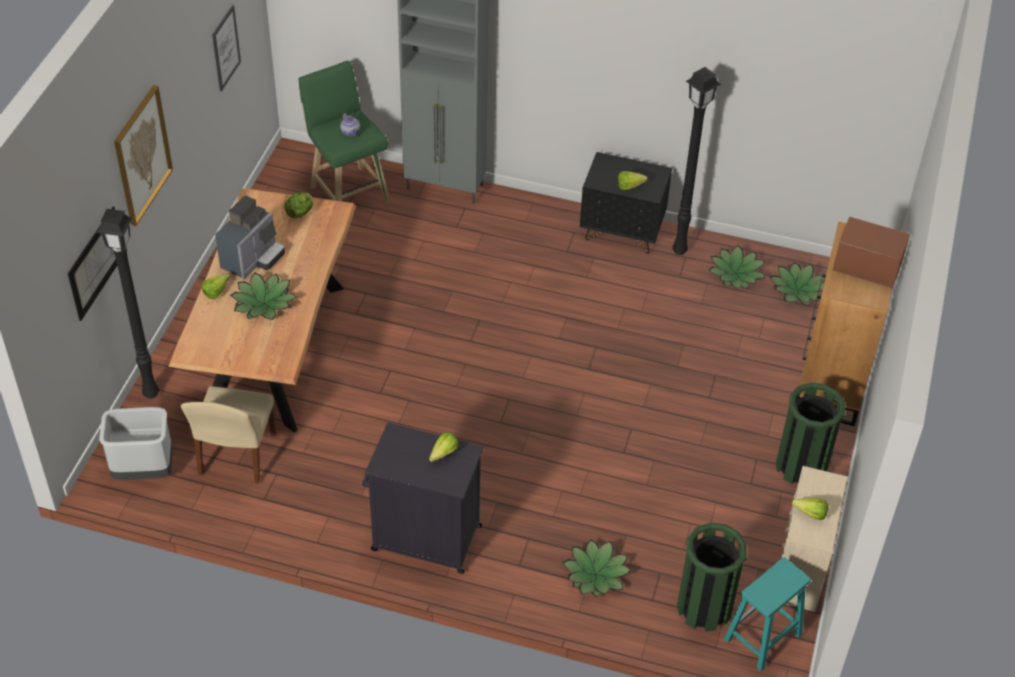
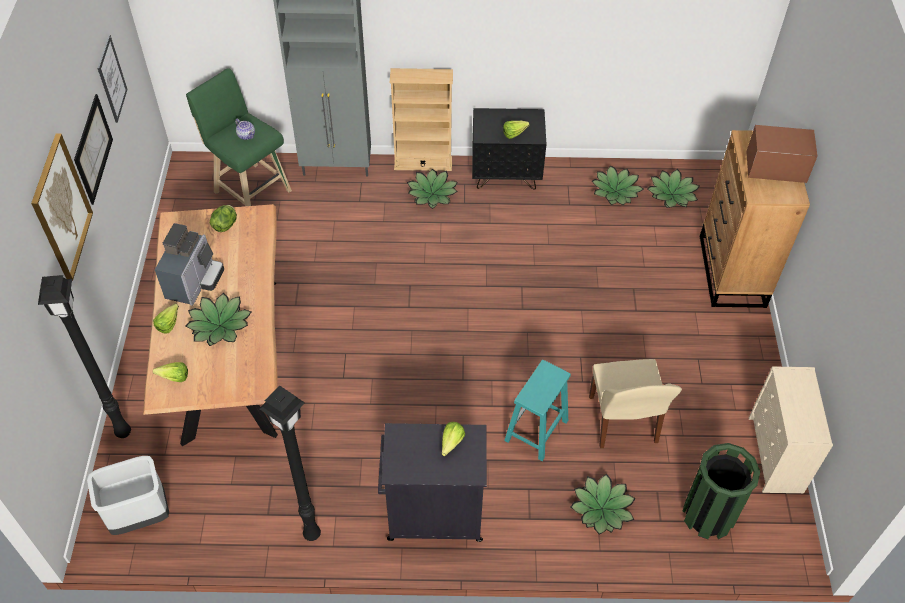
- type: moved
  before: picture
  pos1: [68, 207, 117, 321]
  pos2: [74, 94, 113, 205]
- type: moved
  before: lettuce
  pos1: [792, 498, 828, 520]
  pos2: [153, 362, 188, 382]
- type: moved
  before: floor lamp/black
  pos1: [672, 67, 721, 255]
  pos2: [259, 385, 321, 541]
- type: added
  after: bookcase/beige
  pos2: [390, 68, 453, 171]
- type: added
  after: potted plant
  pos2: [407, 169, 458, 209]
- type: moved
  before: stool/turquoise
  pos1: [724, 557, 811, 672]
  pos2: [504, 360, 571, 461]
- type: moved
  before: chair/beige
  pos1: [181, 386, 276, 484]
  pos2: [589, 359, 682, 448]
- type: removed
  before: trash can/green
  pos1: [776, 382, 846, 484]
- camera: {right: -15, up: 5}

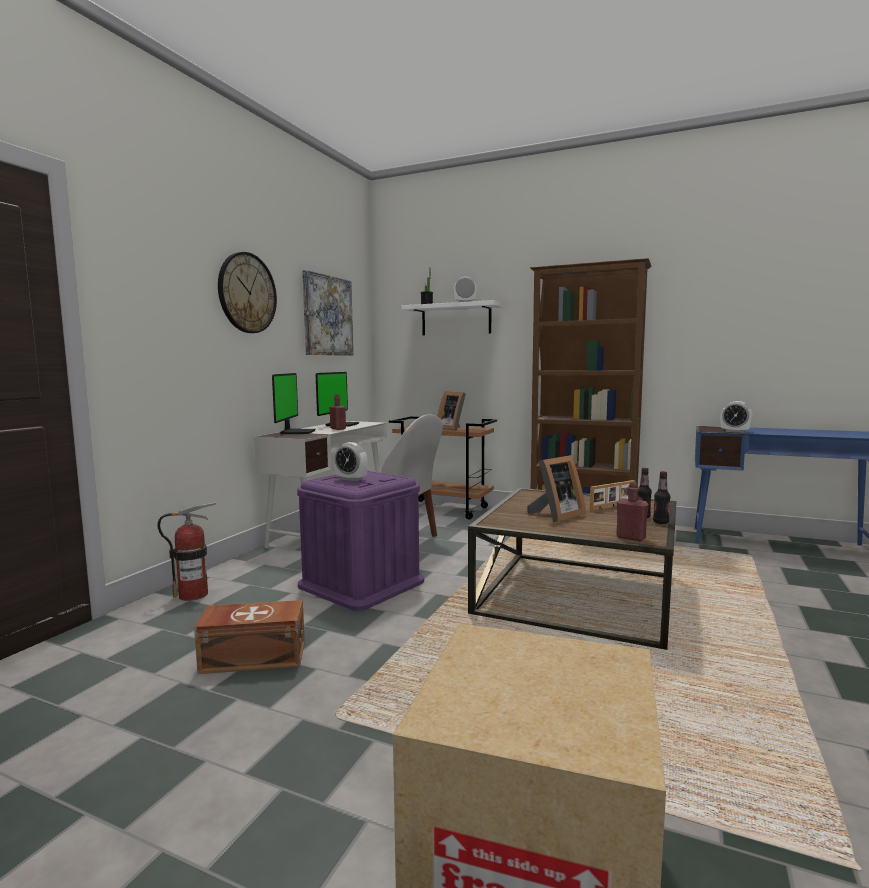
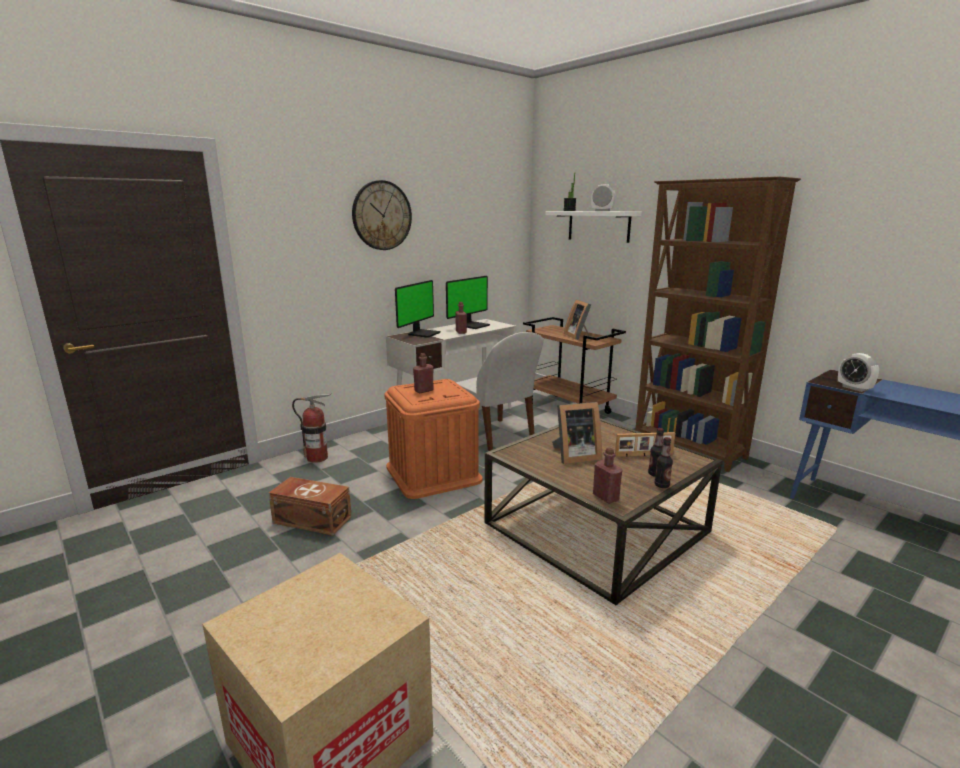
- type: recoloured
  before: storage box/purple
  after: storage box/orange
  pos1: [297, 471, 424, 611]
  pos2: [384, 379, 482, 499]
- type: replaced
  before: alarm clock
  after: bottle/red
  pos1: [334, 442, 368, 481]
  pos2: [413, 353, 434, 393]
- type: removed
  before: picture
  pos1: [302, 270, 353, 356]
- camera: {right: 25, up: 10}

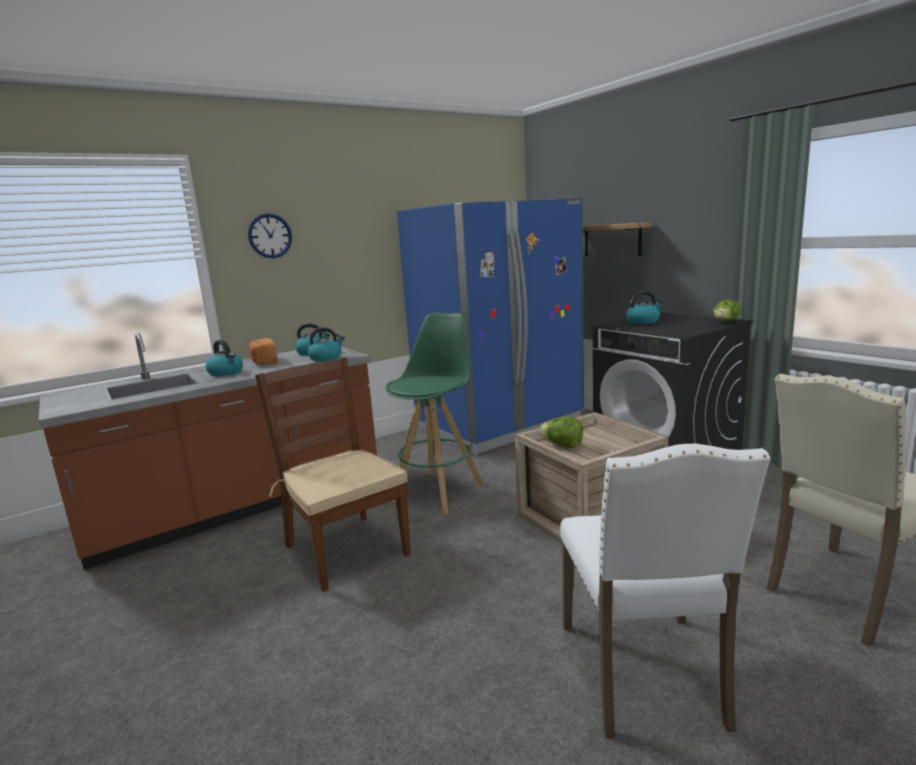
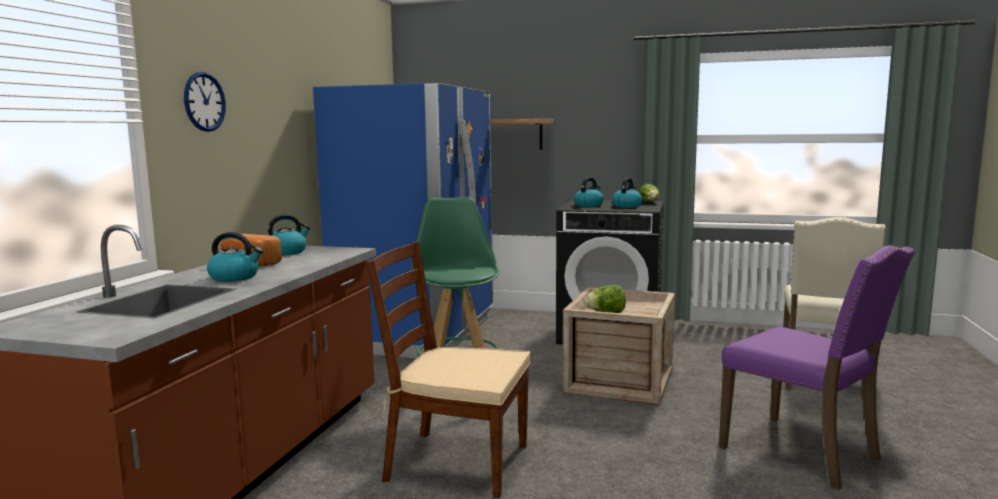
- type: moved
  before: kettle
  pos1: [308, 327, 345, 362]
  pos2: [612, 178, 643, 208]
- type: recoloured
  before: chair/white
  after: chair/purple
  pos1: [560, 444, 770, 739]
  pos2: [719, 245, 916, 490]
- camera: {right: -40, up: -5}

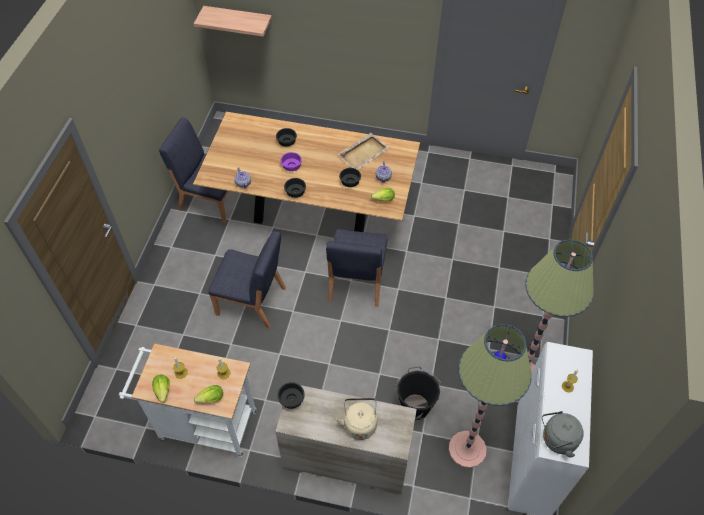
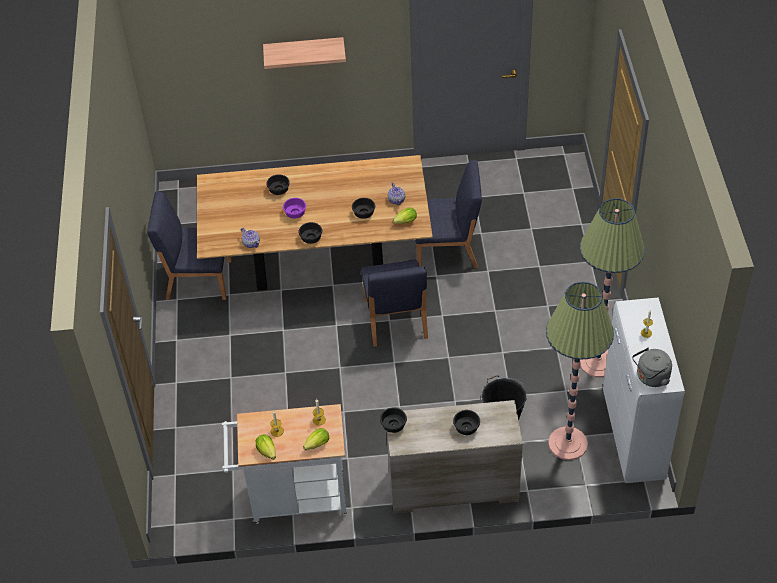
- type: moved
  before: shelf
  pos1: [194, 6, 272, 36]
  pos2: [263, 37, 346, 69]
- type: moved
  before: chair/blue
  pos1: [209, 231, 286, 329]
  pos2: [415, 160, 482, 268]
- type: replaced
  before: kettle/beige
  after: bowl/black
  pos1: [336, 398, 377, 440]
  pos2: [453, 410, 480, 435]
- type: removed
  before: tray/beige
  pos1: [337, 133, 389, 170]
- camera: {right: -15, up: -5}

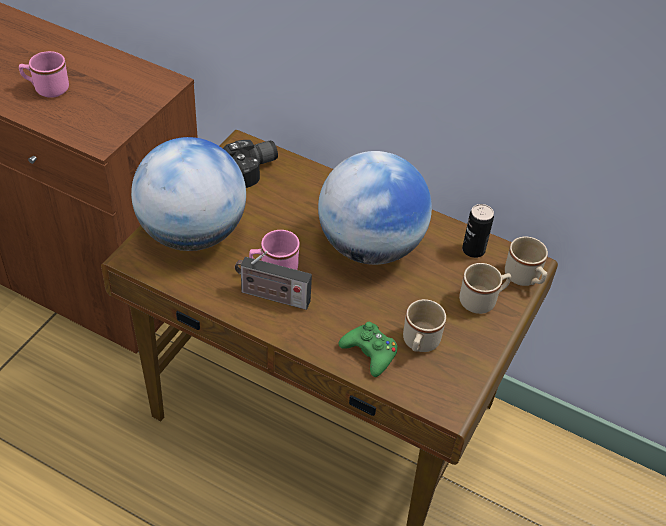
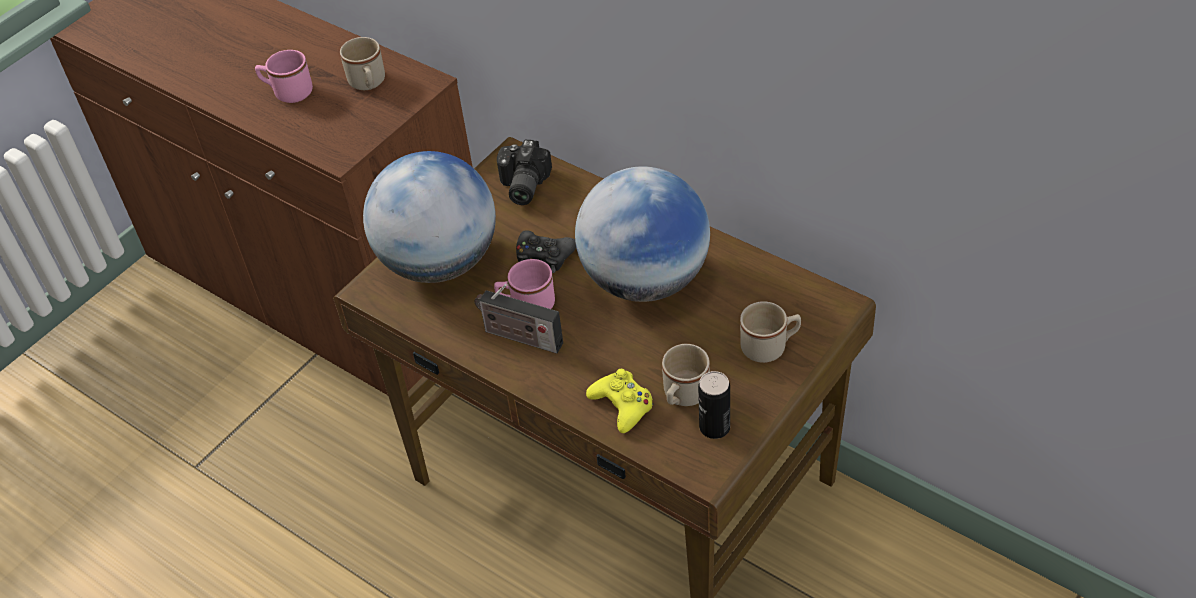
- type: moved
  before: mug/beige
  pos1: [505, 237, 548, 286]
  pos2: [340, 37, 385, 90]
- type: turned
  before: photo camera
  pos1: [223, 140, 278, 188]
  pos2: [497, 140, 552, 205]
  turn: 120
- type: added
  after: game controller/black
  pos2: [516, 230, 576, 273]
- type: recoloured
  before: game controller/green
  after: game controller/yellow
  pos1: [339, 322, 398, 377]
  pos2: [586, 369, 653, 433]
- type: moved
  before: can
  pos1: [462, 204, 494, 258]
  pos2: [698, 371, 730, 439]
- camera: {right: 15, up: 0}

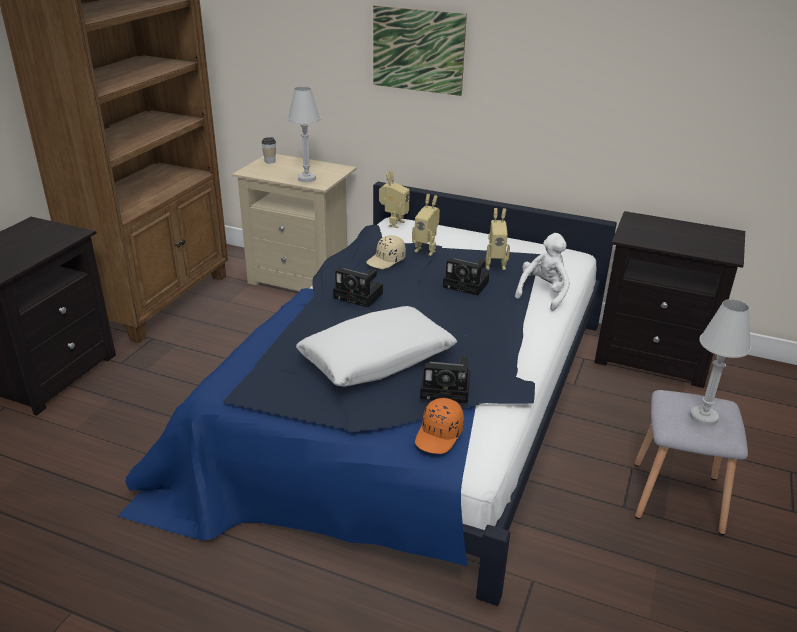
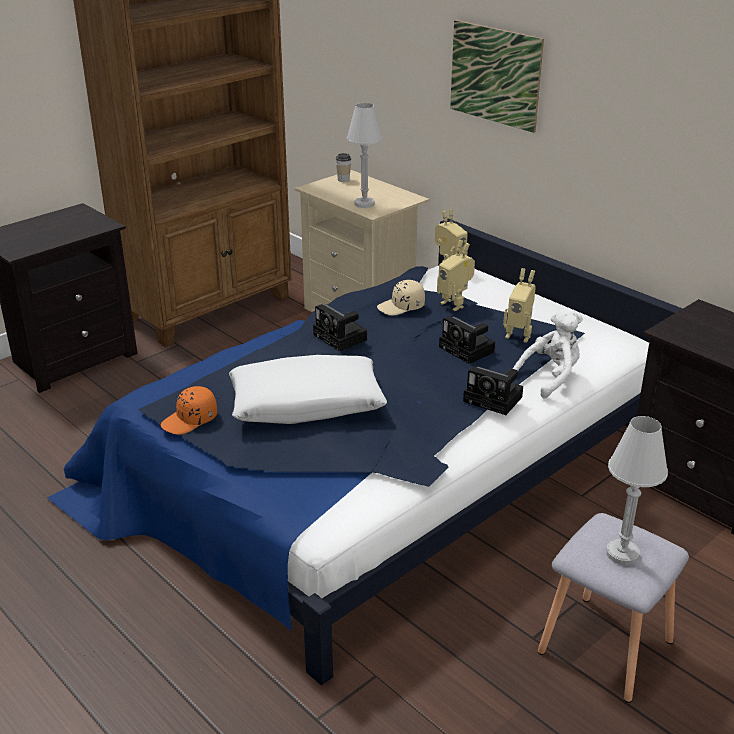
- type: moved
  before: cap/orange
  pos1: [415, 398, 464, 454]
  pos2: [161, 386, 217, 435]
- type: moved
  before: photo camera
  pos1: [420, 356, 470, 404]
  pos2: [463, 366, 523, 415]
- camera: {right: 25, up: 0}

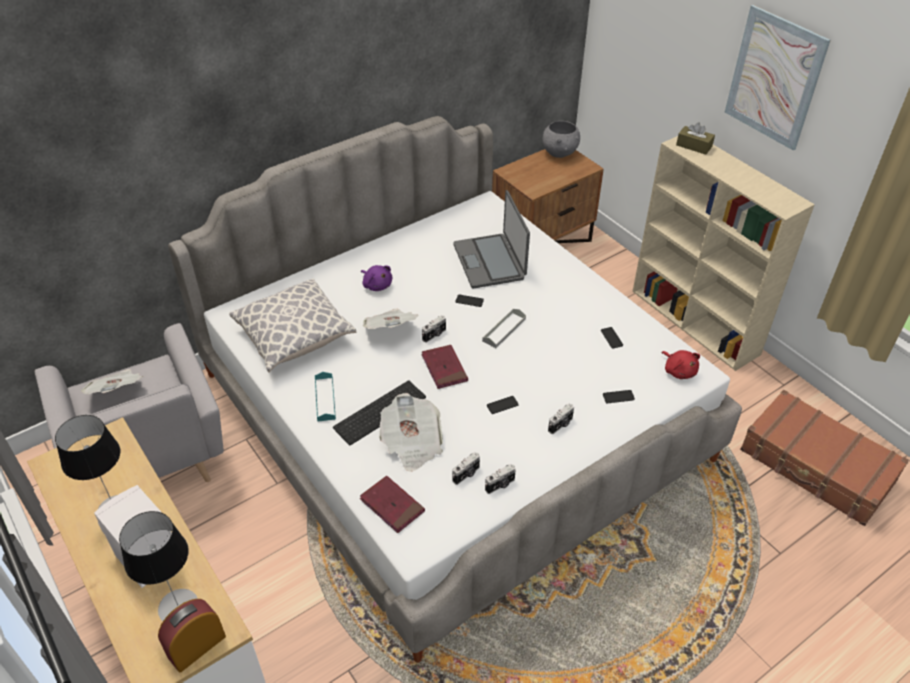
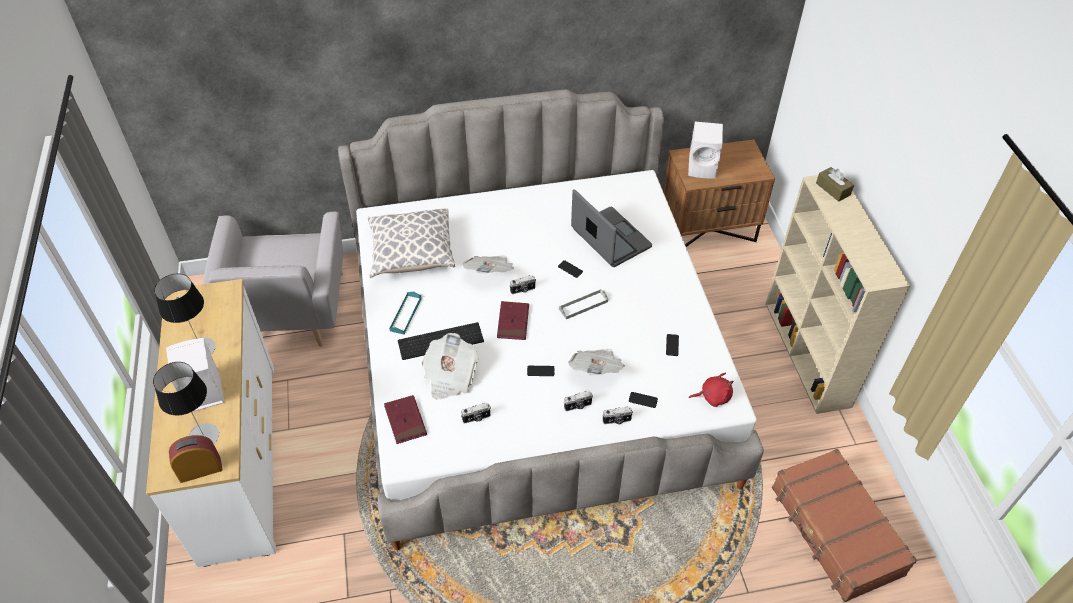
- type: moved
  before: newspaper
  pos1: [81, 369, 143, 394]
  pos2: [568, 349, 625, 375]
- type: turned
  before: laptop
  pos1: [453, 190, 530, 288]
  pos2: [571, 189, 652, 267]
  turn: 135
- type: moved
  before: photo camera
  pos1: [485, 464, 516, 494]
  pos2: [602, 407, 633, 424]
- type: added
  after: speaker/white
  pos2: [688, 122, 723, 178]
- type: turned
  before: plush toy/red
  pos1: [662, 350, 700, 379]
  pos2: [689, 373, 734, 407]
  turn: -90
- type: removed
  before: plush toy/purple
  pos1: [361, 265, 393, 291]
- type: removed
  before: bowl/grey
  pos1: [542, 121, 580, 158]
- type: removed
  before: picture
  pos1: [725, 5, 830, 150]
- camera: {right: 25, up: 5}

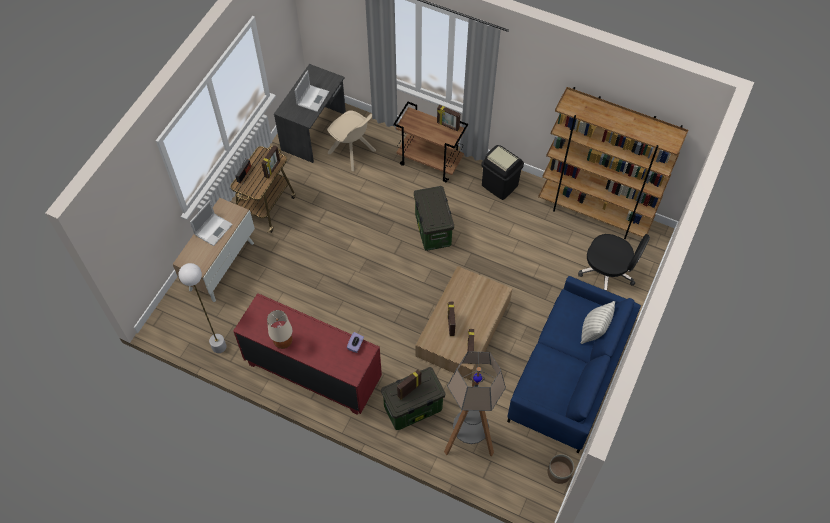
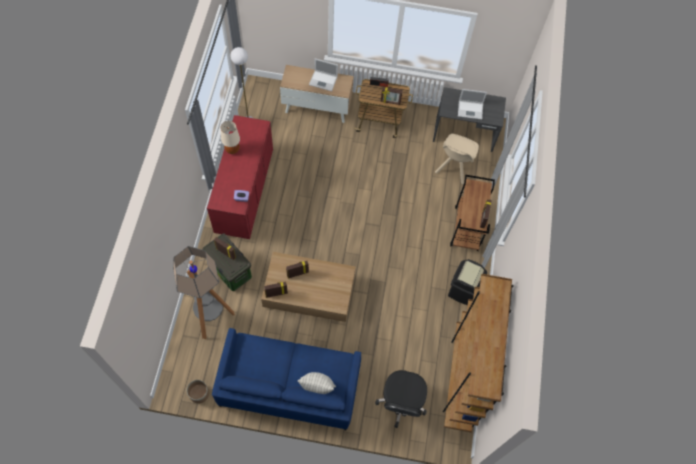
- type: removed
  before: storage box
  pos1: [414, 186, 454, 251]
- camera: {right: 70, up: 5}

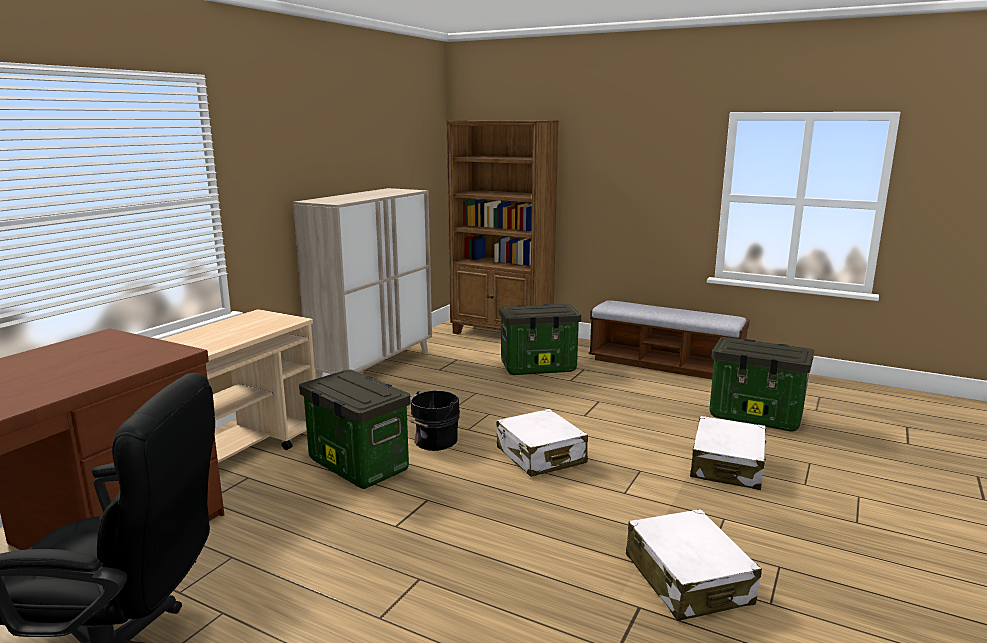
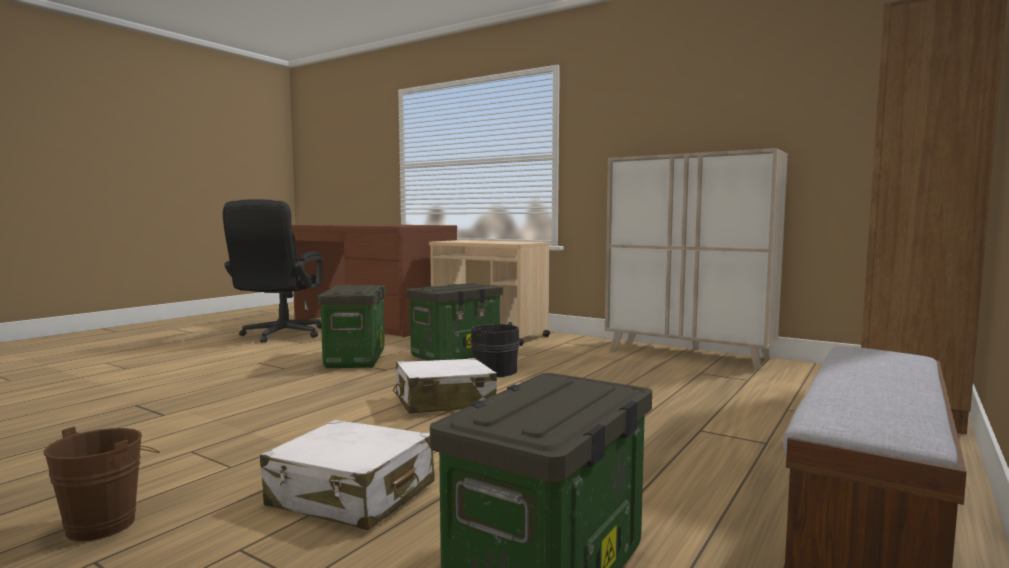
- type: added
  after: bucket/brown
  pos2: [44, 427, 160, 542]
- type: moved
  before: storage box
  pos1: [499, 304, 581, 375]
  pos2: [317, 285, 386, 368]
- type: removed
  before: suitcase/white
  pos1: [626, 509, 762, 621]
- camera: {right: 95, up: -10}

